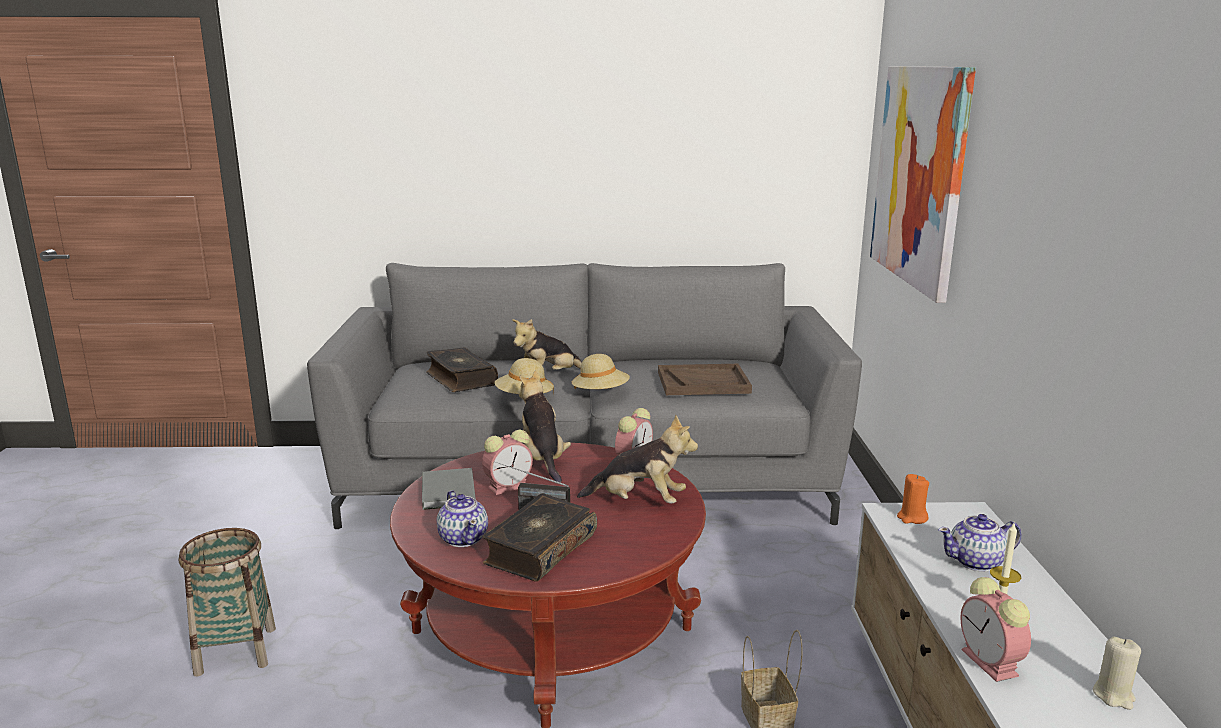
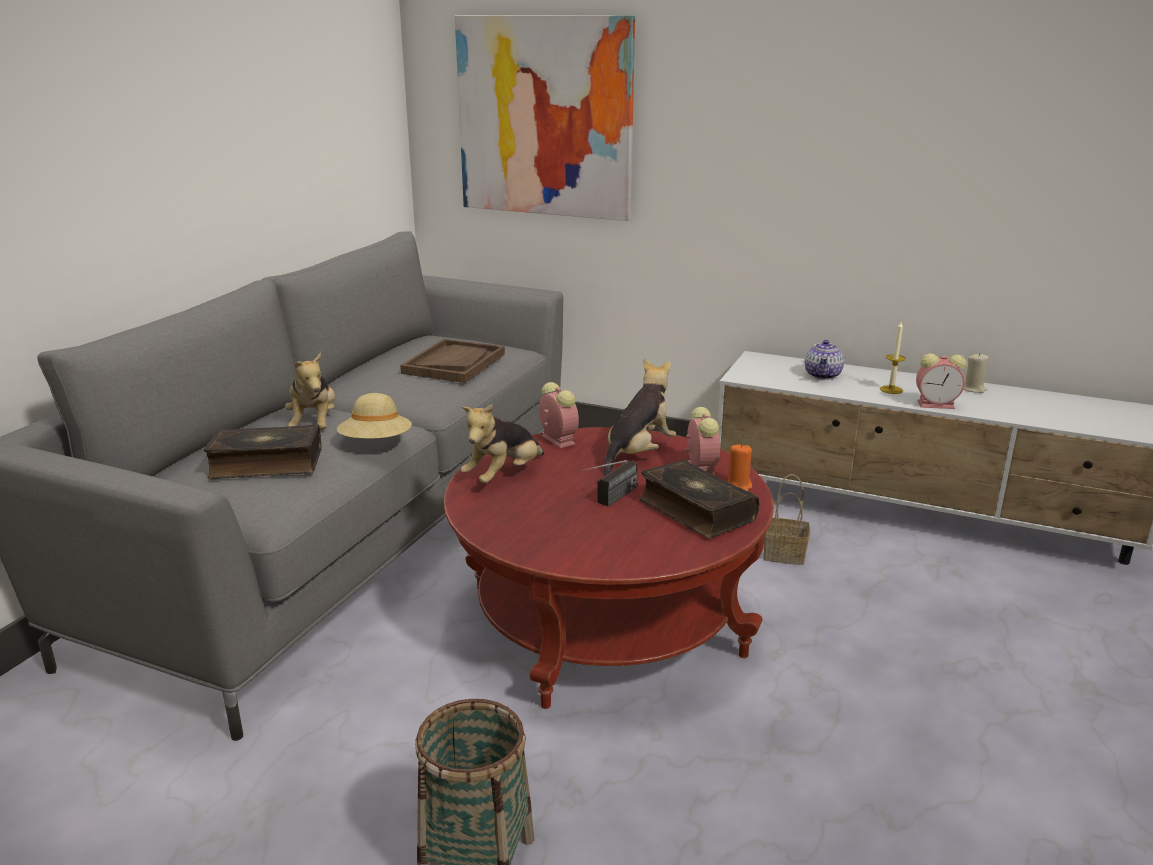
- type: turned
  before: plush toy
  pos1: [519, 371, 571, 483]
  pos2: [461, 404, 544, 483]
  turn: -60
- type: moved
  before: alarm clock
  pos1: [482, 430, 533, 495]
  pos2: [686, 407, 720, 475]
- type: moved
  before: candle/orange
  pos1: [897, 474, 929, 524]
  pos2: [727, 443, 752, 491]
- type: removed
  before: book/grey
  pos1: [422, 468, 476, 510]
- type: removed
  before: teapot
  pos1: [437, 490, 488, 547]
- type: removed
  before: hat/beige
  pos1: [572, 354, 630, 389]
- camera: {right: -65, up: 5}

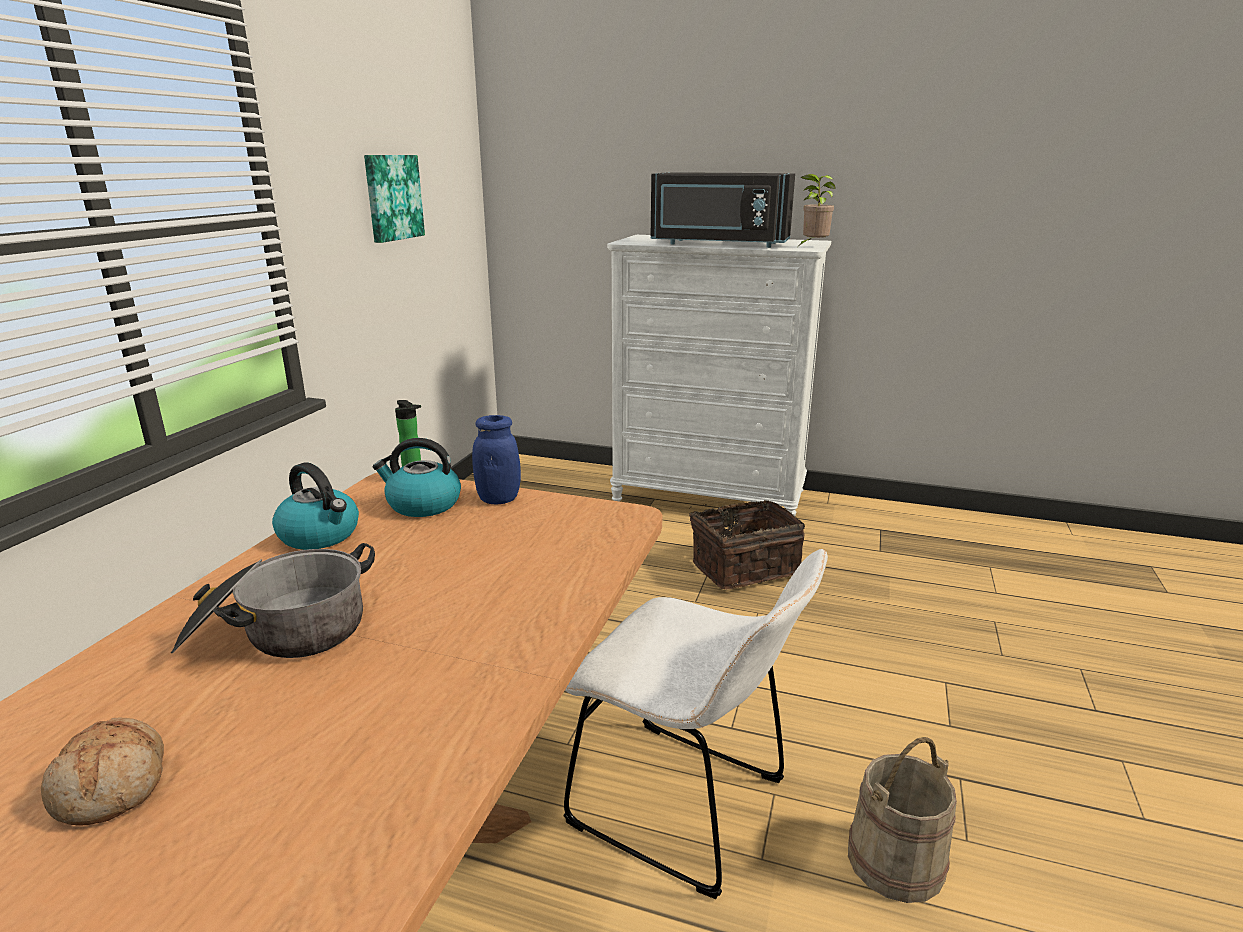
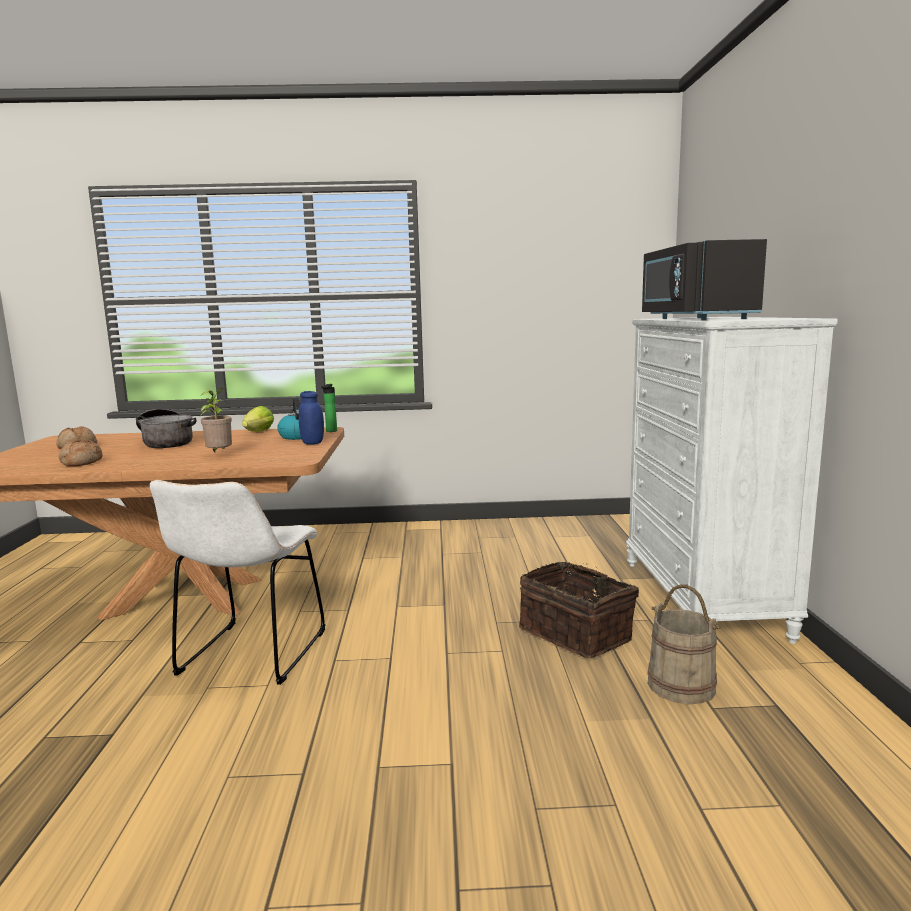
- type: added
  after: bread
  pos2: [59, 440, 103, 466]
- type: moved
  before: potted plant
  pos1: [800, 174, 836, 245]
  pos2: [200, 388, 232, 452]
- type: replaced
  before: kettle
  after: lettuce
  pos1: [272, 463, 359, 550]
  pos2: [242, 406, 274, 432]
- type: moved
  before: bucket/beige
  pos1: [848, 737, 957, 903]
  pos2: [647, 584, 721, 704]
- type: removed
  before: picture
  pos1: [364, 155, 425, 243]
- camera: {right: 70, up: -10}

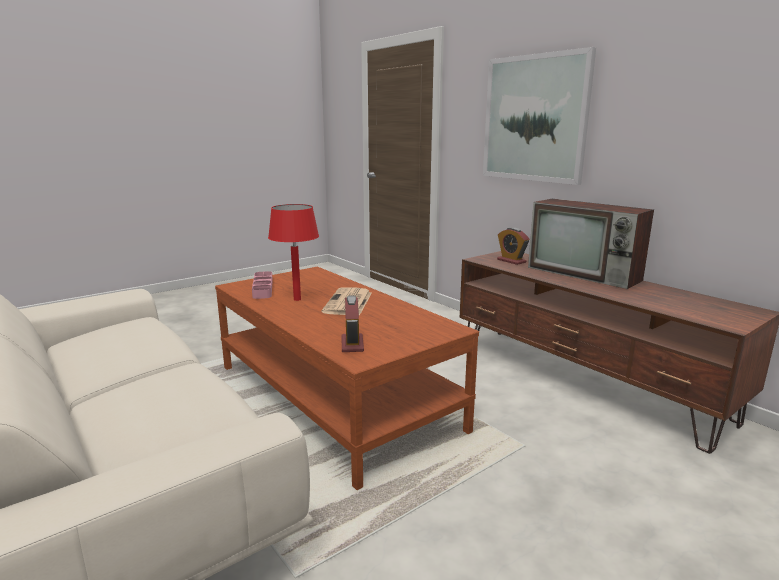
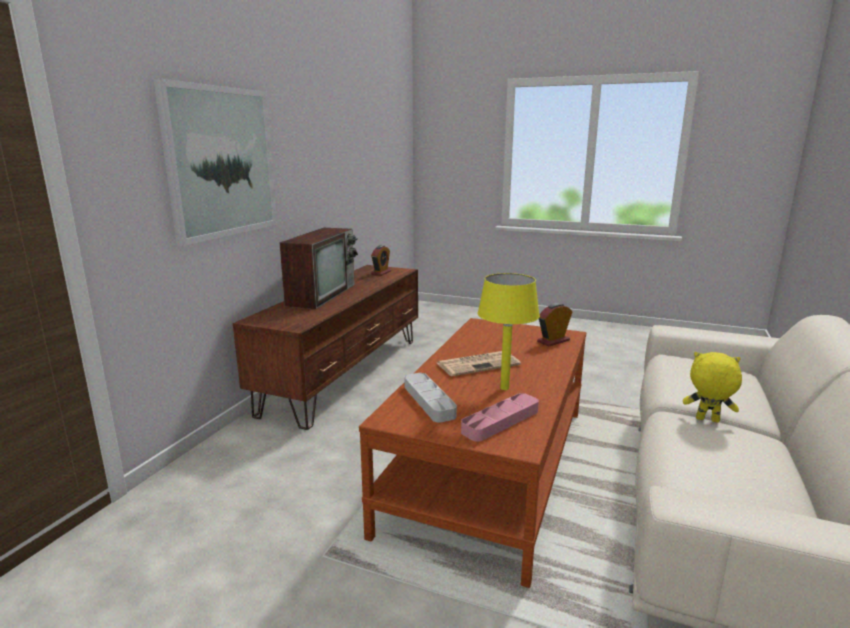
- type: moved
  before: alarm clock
  pos1: [497, 227, 529, 265]
  pos2: [371, 245, 391, 276]
- type: added
  after: tray/grey
  pos2: [405, 373, 457, 422]
- type: recoloured
  before: table lamp/red
  after: table lamp/yellow
  pos1: [268, 204, 319, 301]
  pos2: [477, 273, 540, 390]
- type: added
  after: plush toy/yellow
  pos2: [683, 352, 742, 423]
- camera: {right: -120, up: 0}

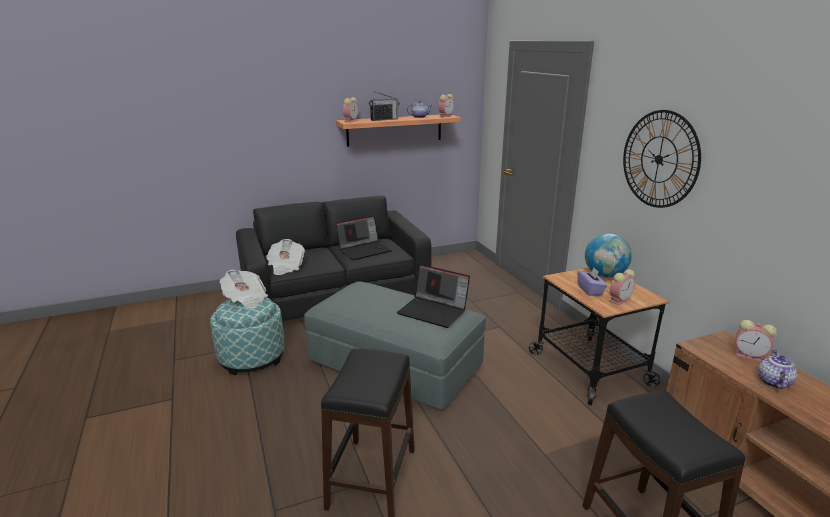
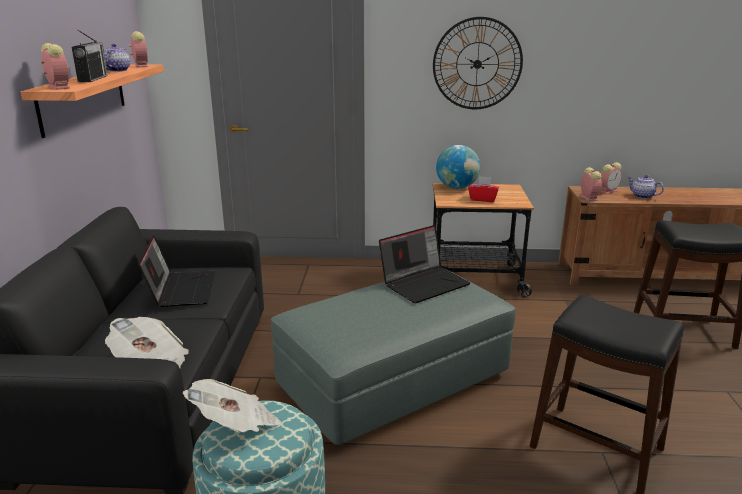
- type: recoloured
  before: tissue box/purple
  after: tissue box/red
  pos1: [577, 268, 607, 296]
  pos2: [468, 176, 499, 202]
- type: moved
  before: alarm clock
  pos1: [610, 269, 635, 305]
  pos2: [580, 167, 602, 201]
- camera: {right: -65, up: 0}

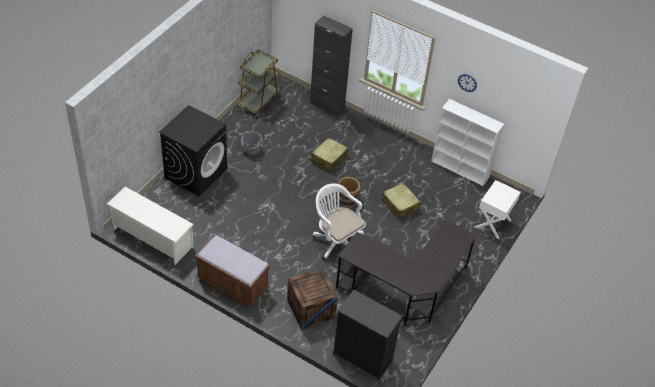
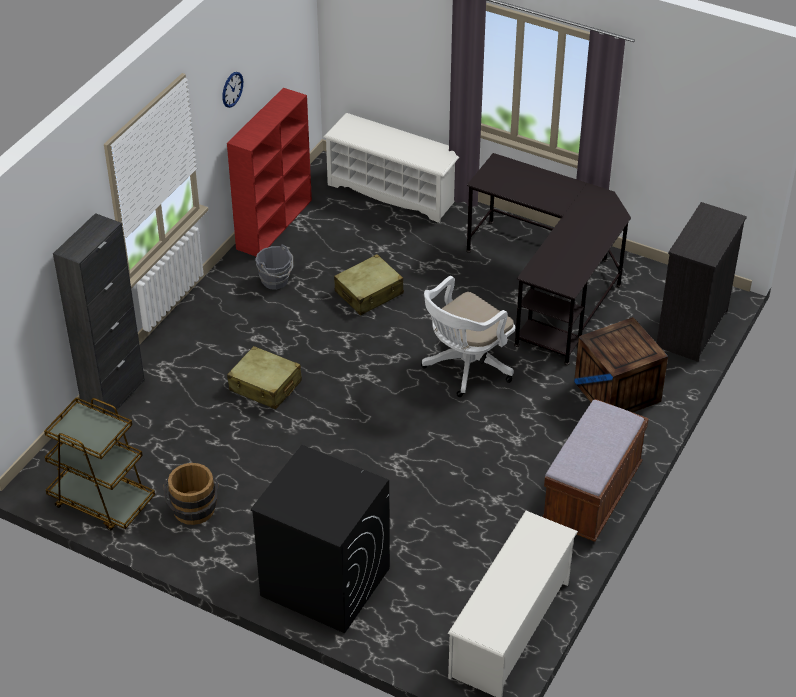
- type: moved
  before: bucket/brown
  pos1: [335, 176, 360, 208]
  pos2: [163, 463, 218, 525]
- type: recoloured
  before: bookcase/white
  after: bookcase/red
  pos1: [431, 99, 504, 186]
  pos2: [227, 88, 312, 256]
- type: moved
  before: bucket/grey
  pos1: [241, 131, 262, 155]
  pos2: [255, 245, 293, 290]
- type: replaced
  before: nightstand/white
  after: shoe rack/white
  pos1: [475, 180, 521, 239]
  pos2: [323, 113, 459, 223]
- camera: {right: -90, up: -5}

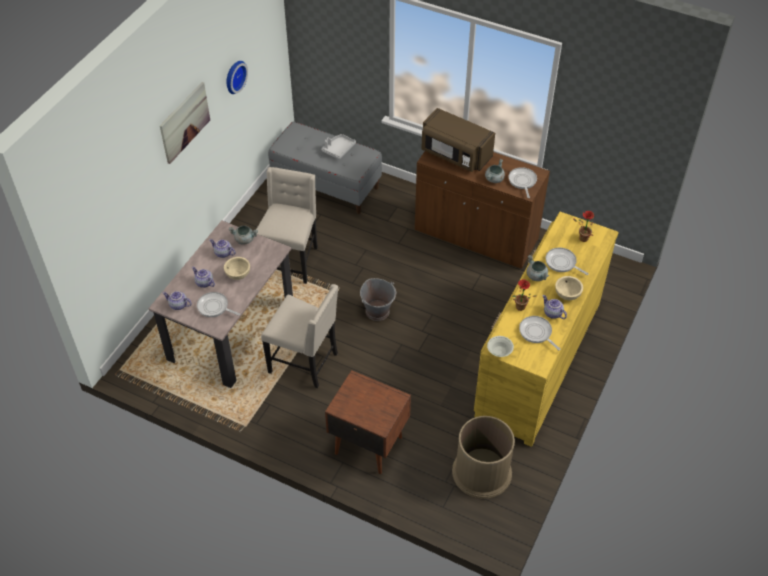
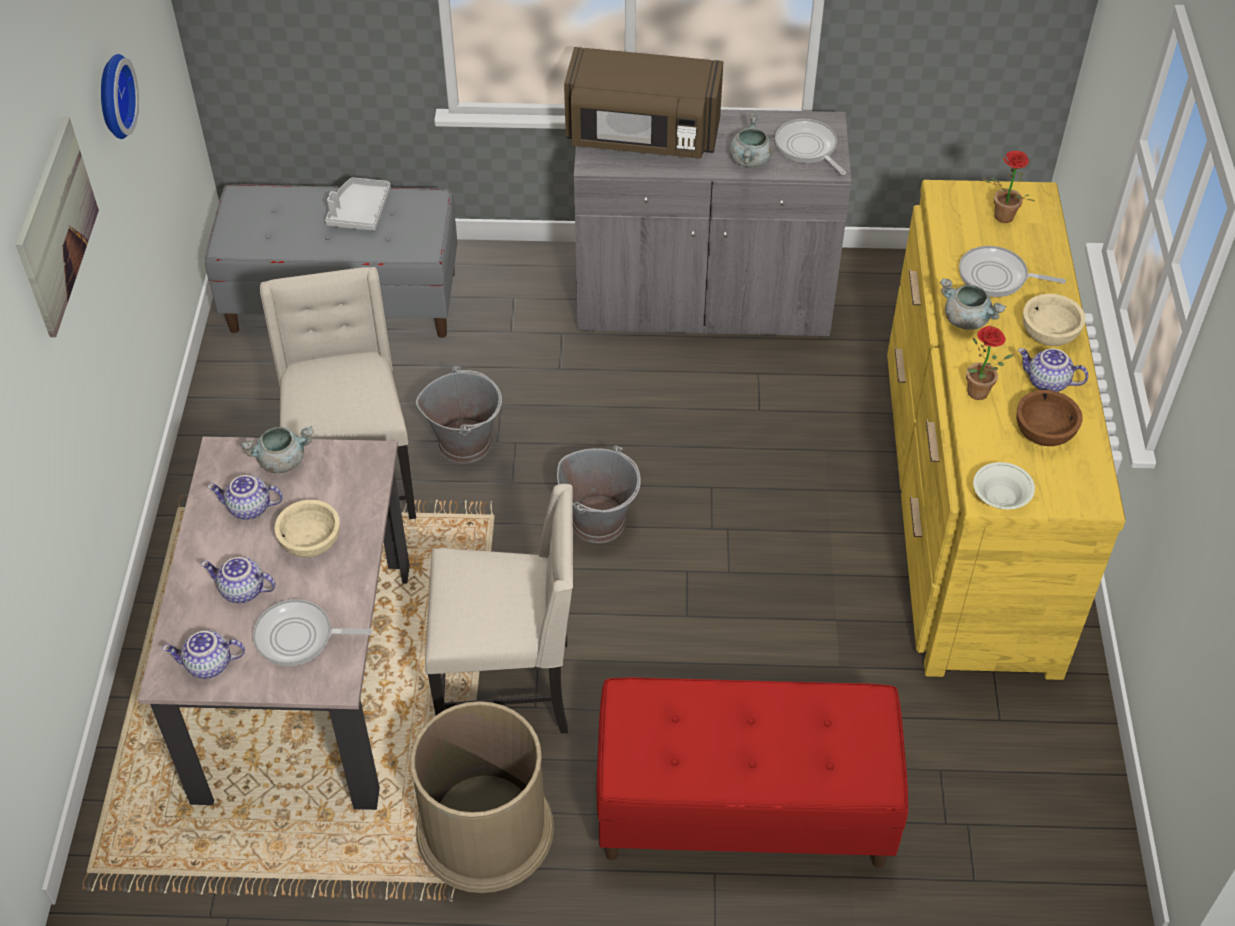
- type: moved
  before: trash can/brown
  pos1: [452, 416, 515, 499]
  pos2: [410, 701, 554, 893]
- type: added
  after: bucket/grey
  pos2: [416, 366, 502, 464]
- type: recoloured
  before: cabinet/brown
  after: cabinet/grey
  pos1: [415, 151, 550, 269]
  pos2: [574, 110, 851, 336]
- type: replaced
  before: nightstand/brown
  after: bench/red
  pos1: [325, 370, 411, 474]
  pos2: [597, 677, 908, 868]
- type: replaced
  before: frying pan
  after: bowl/brown
  pos1: [519, 316, 560, 350]
  pos2: [1017, 390, 1082, 446]
- camera: {right: -25, up: 0}

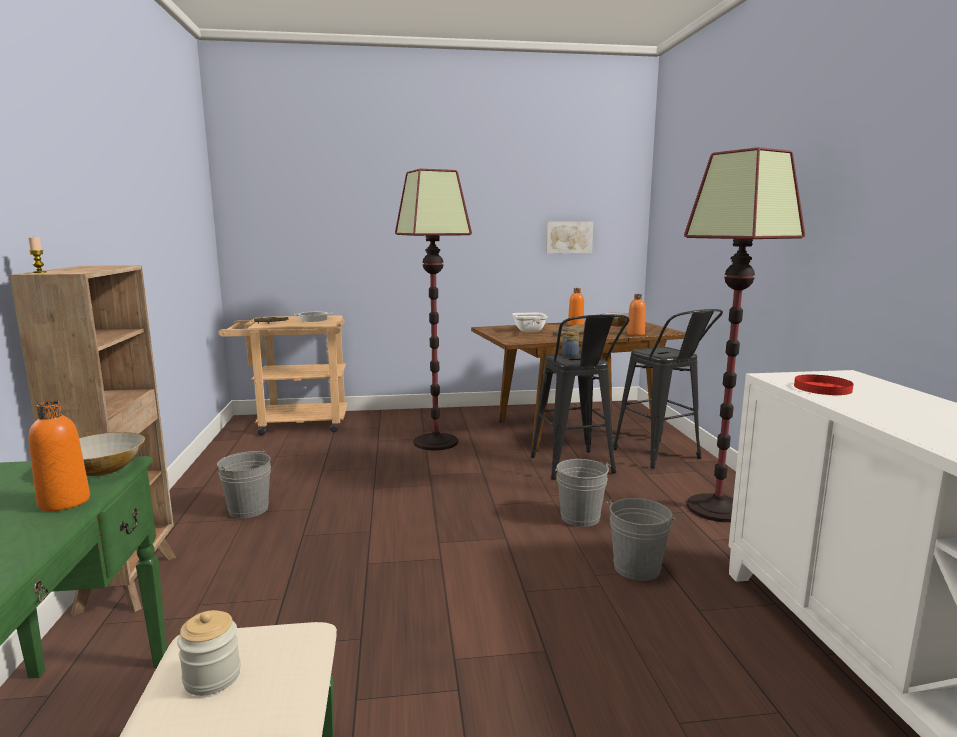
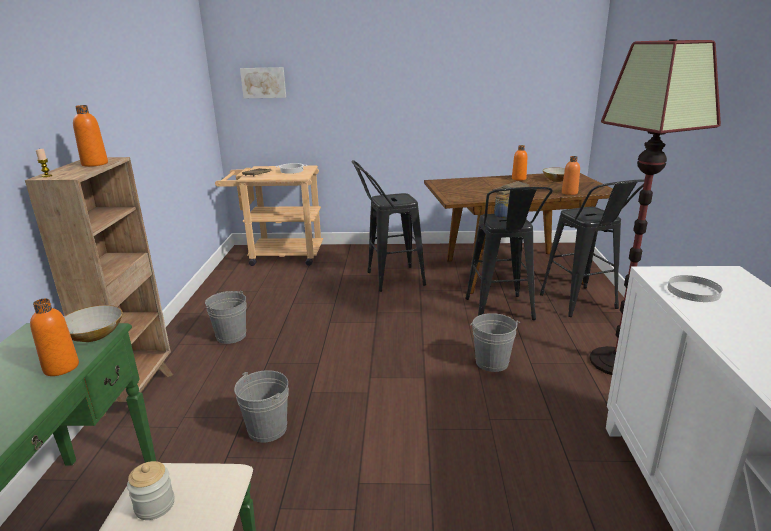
- type: added
  after: bottle/orange
  pos2: [73, 105, 108, 167]
- type: moved
  before: bucket/grey
  pos1: [607, 498, 675, 581]
  pos2: [234, 370, 289, 443]
- type: moved
  before: picture
  pos1: [546, 221, 593, 253]
  pos2: [240, 67, 286, 98]
- type: replaced
  before: floor lamp
  after: stool/black
  pos1: [395, 169, 472, 451]
  pos2: [352, 160, 426, 292]
- type: recoloured
  before: plate/red
  after: plate/white
  pos1: [794, 375, 854, 395]
  pos2: [667, 275, 722, 302]
- type: removed
  before: frying pan
  pos1: [512, 312, 548, 332]
- camera: {right: 10, up: 10}

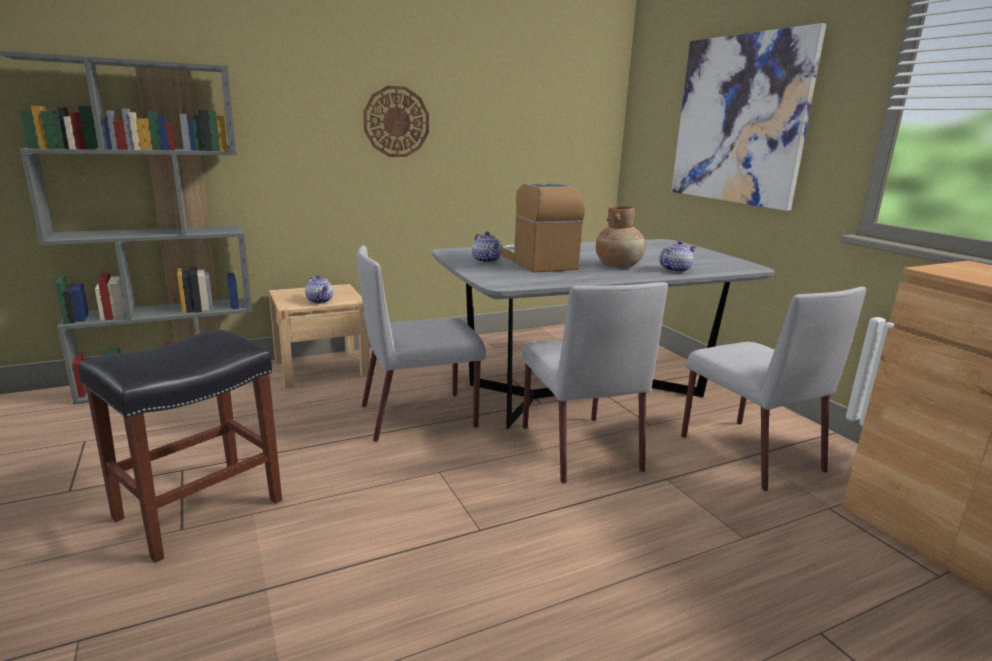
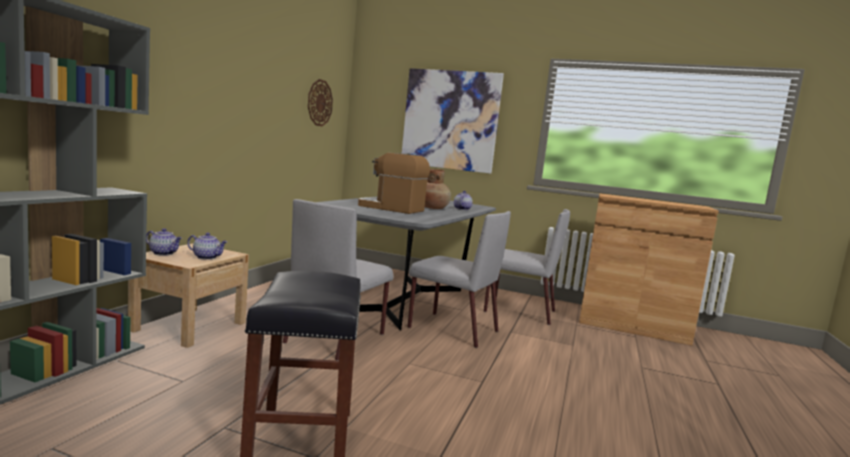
- type: moved
  before: teapot
  pos1: [472, 232, 502, 263]
  pos2: [146, 228, 182, 256]
- type: moved
  before: wall clock
  pos1: [363, 86, 429, 157]
  pos2: [308, 79, 333, 126]
- camera: {right: -45, up: -10}

